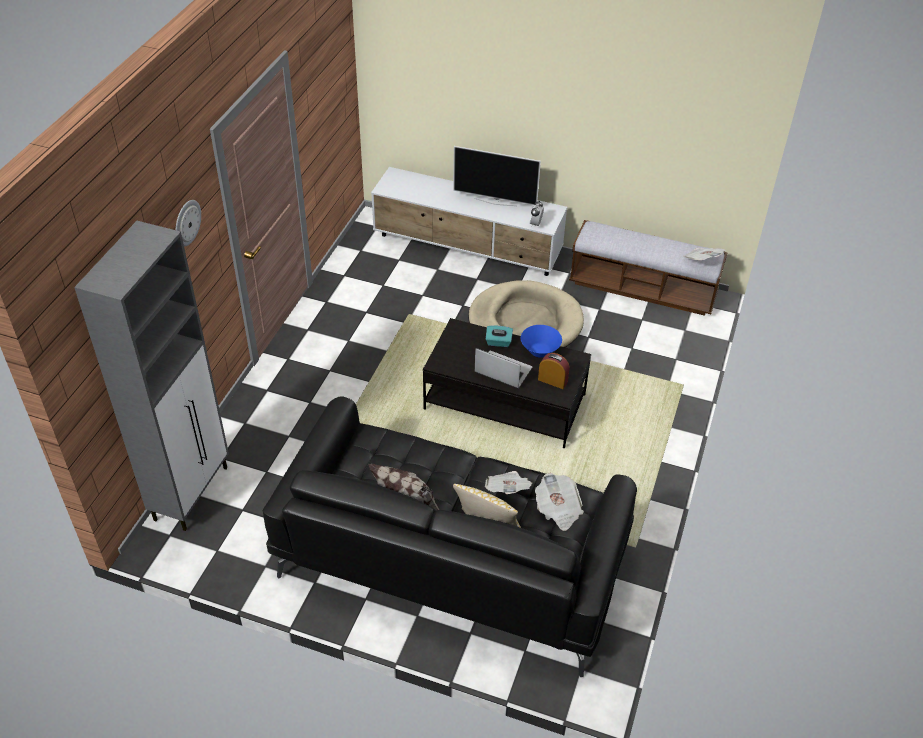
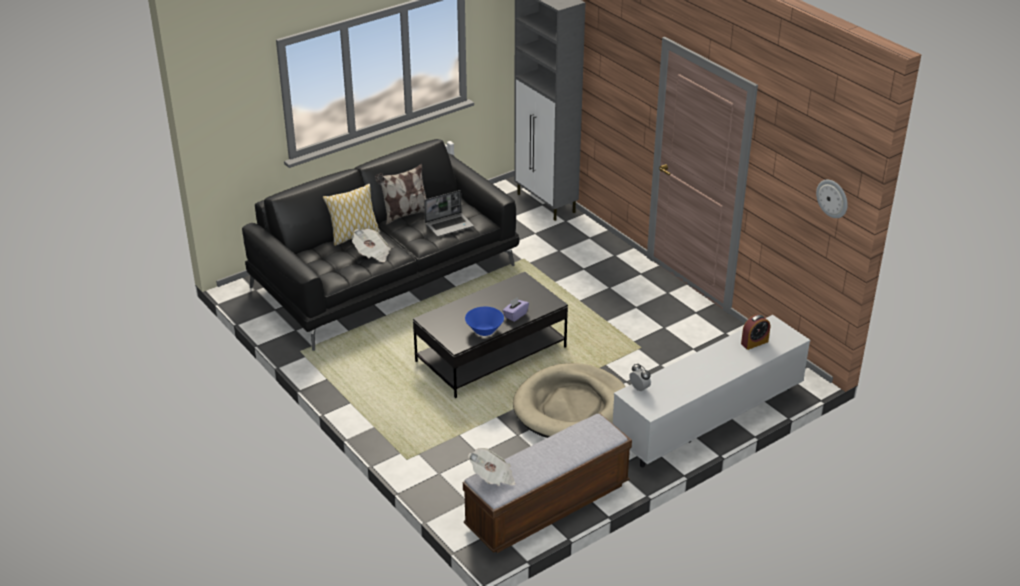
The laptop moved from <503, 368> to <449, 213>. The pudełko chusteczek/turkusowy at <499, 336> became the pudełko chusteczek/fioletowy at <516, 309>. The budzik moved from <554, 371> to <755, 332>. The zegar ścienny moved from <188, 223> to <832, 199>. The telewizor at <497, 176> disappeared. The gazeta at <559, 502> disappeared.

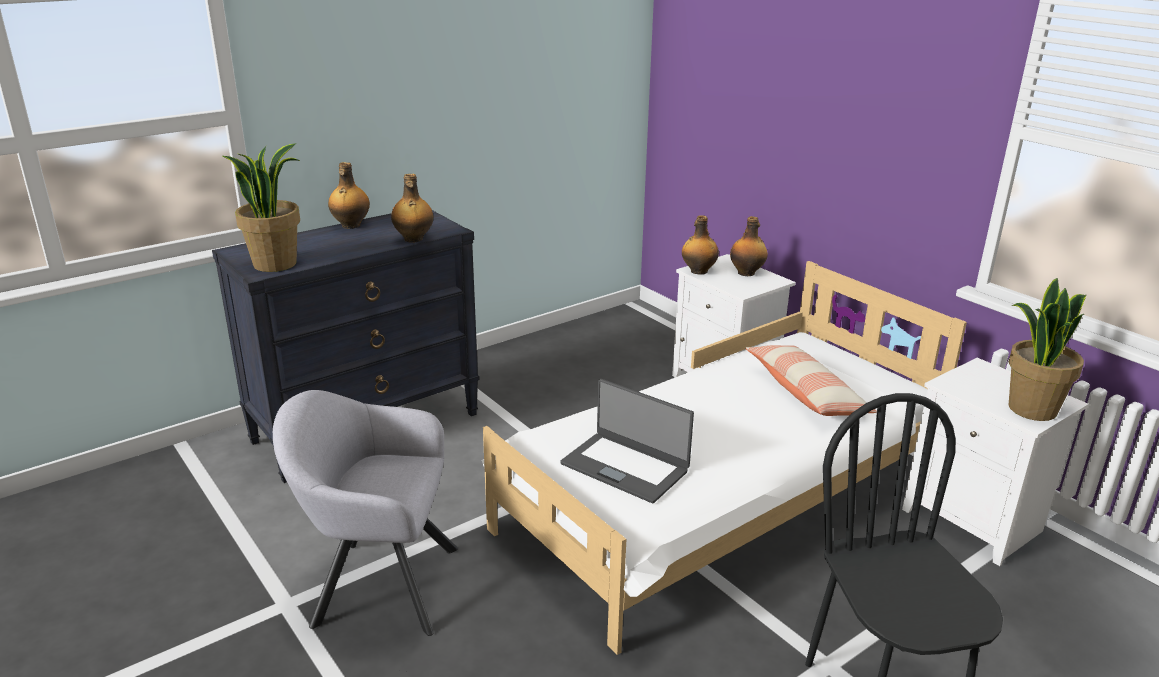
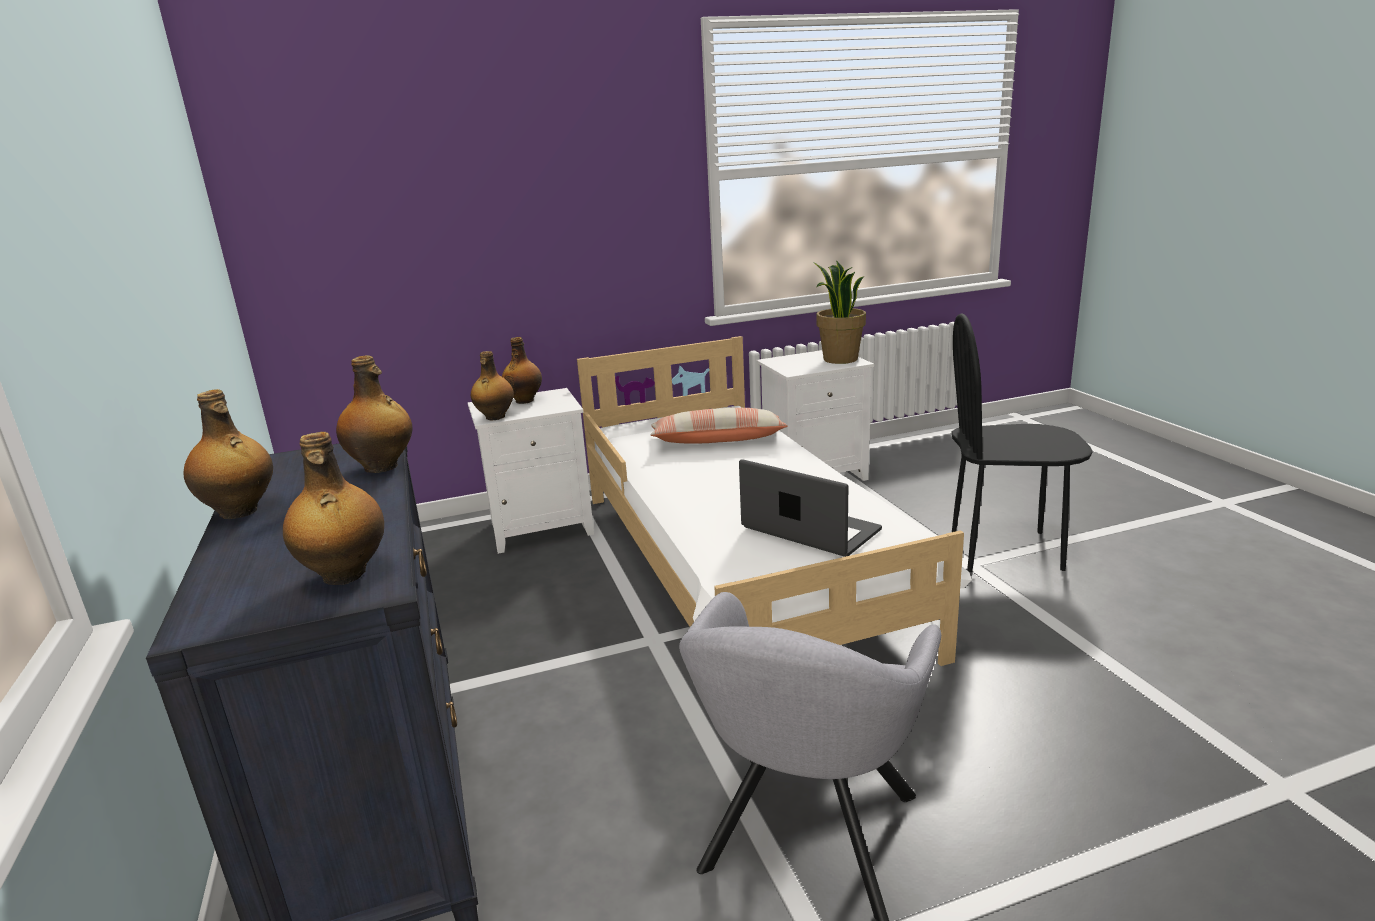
The roślina doniczkowa at <261, 207> was replaced by the butelka at <333, 508>. The laptop at <627, 441> turned 105 degrees counterclockwise.

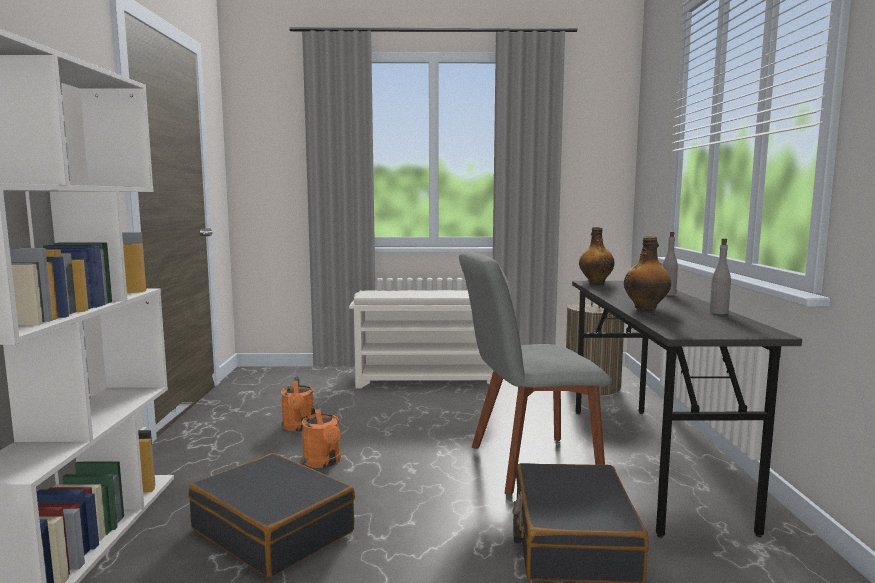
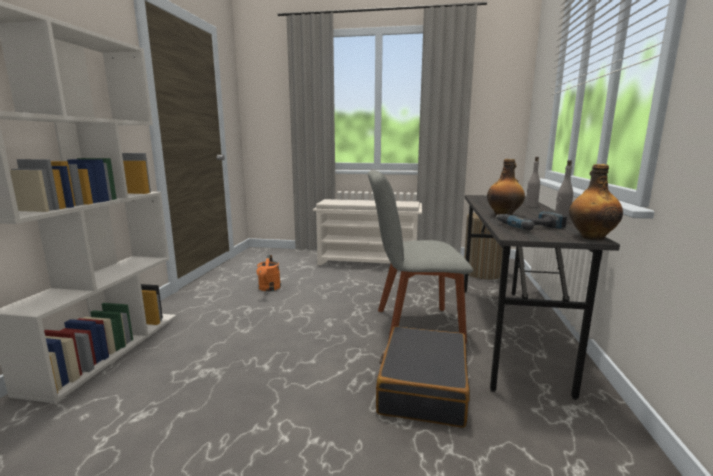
The wiertarka at <531, 220> appeared. The butelka moved from <597, 255> to <596, 202>. The walizka/czarny at <271, 515> disappeared. The konewka/pomarańczowy at <321, 435> disappeared.

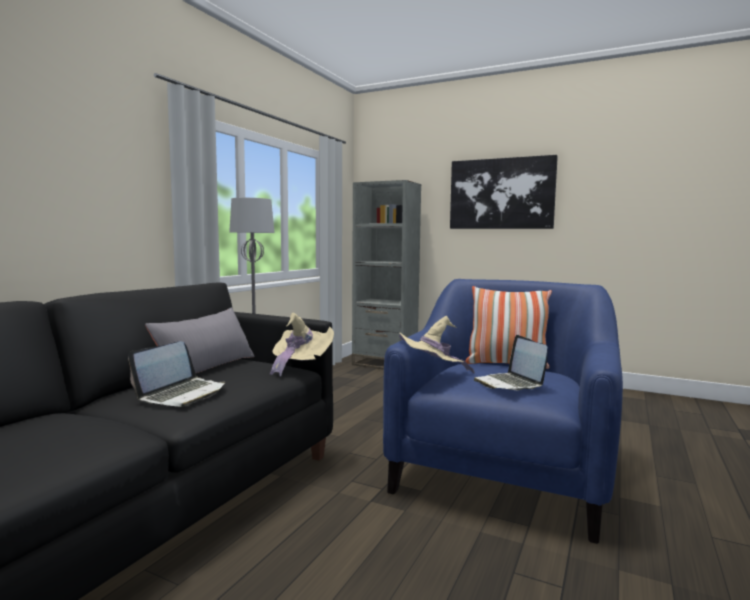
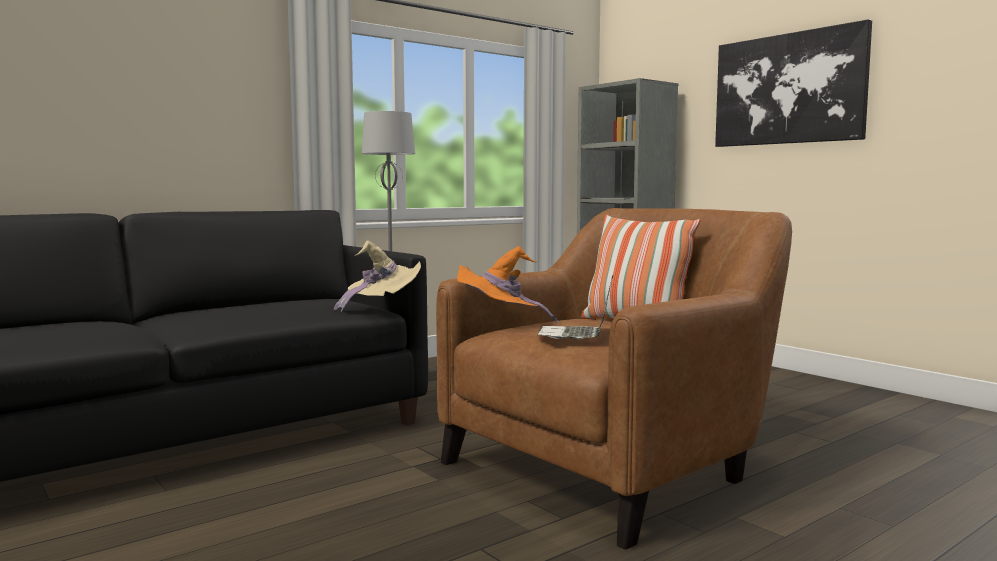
The fotel/niebieski at <503, 411> became the fotel/brązowy at <614, 378>. The kapelusz/beżowy at <437, 345> became the kapelusz/pomarańczowy at <508, 285>. The laptop at <176, 374> disappeared. The poduszka/szary at <200, 340> disappeared.

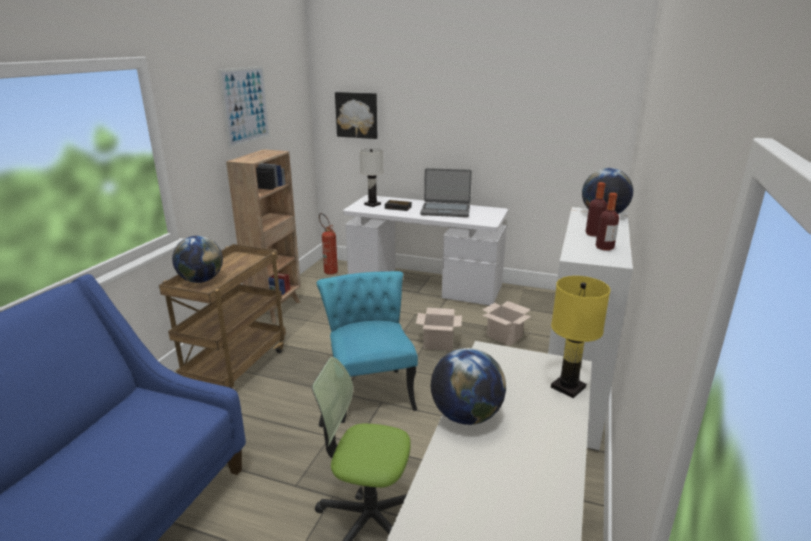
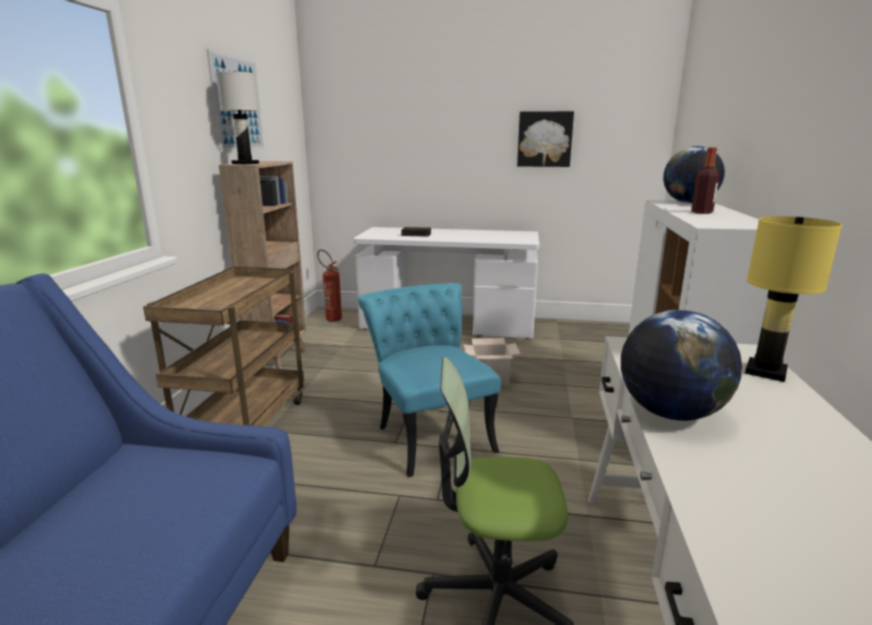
The lampa stołowa/biały moved from <371, 177> to <237, 117>. The obraz moved from <356, 115> to <545, 139>. The globus at <197, 259> disappeared. The laptop at <446, 192> disappeared. The karton at <506, 323> disappeared. The butelka at <607, 222> disappeared.

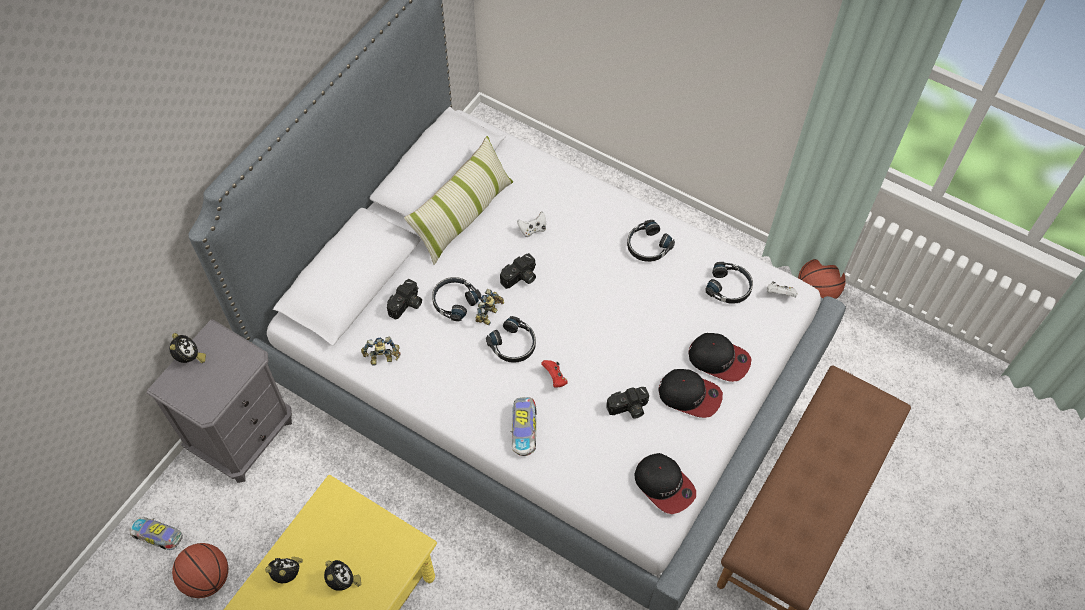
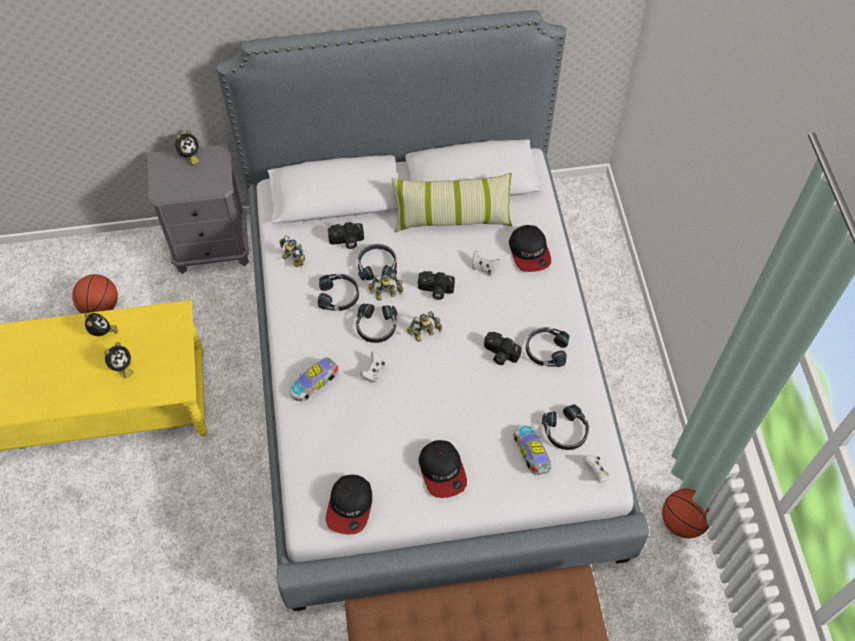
The słuchawki/czarny at <338, 292> appeared. The pad do gier/czerwony at <554, 373> became the pad do gier/biały at <372, 366>. The robot zabawkowy at <424, 326> appeared. The aparat fotograficzny moved from <627, 403> to <503, 348>. The czapka z daszkiem moved from <720, 357> to <530, 248>. The samochodzik moved from <156, 533> to <532, 450>.

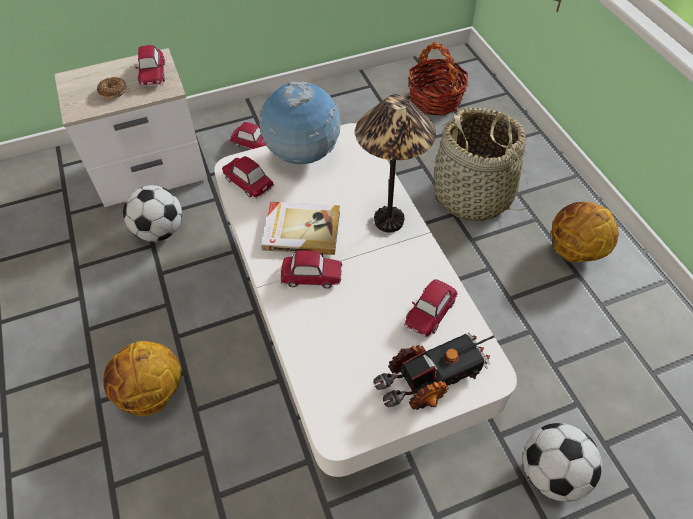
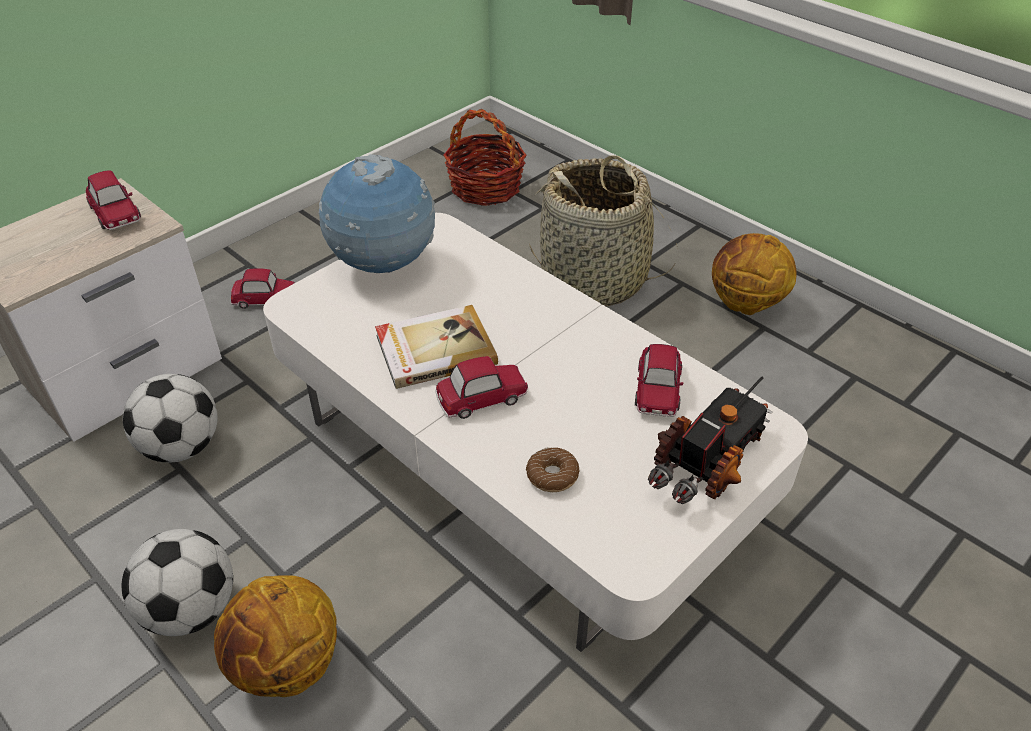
The piłka futbolowa moved from <562, 462> to <177, 582>. The donut moved from <112, 88> to <553, 469>. The samochodzik at <248, 177> disappeared. The lampa stołowa at <395, 163> disappeared.

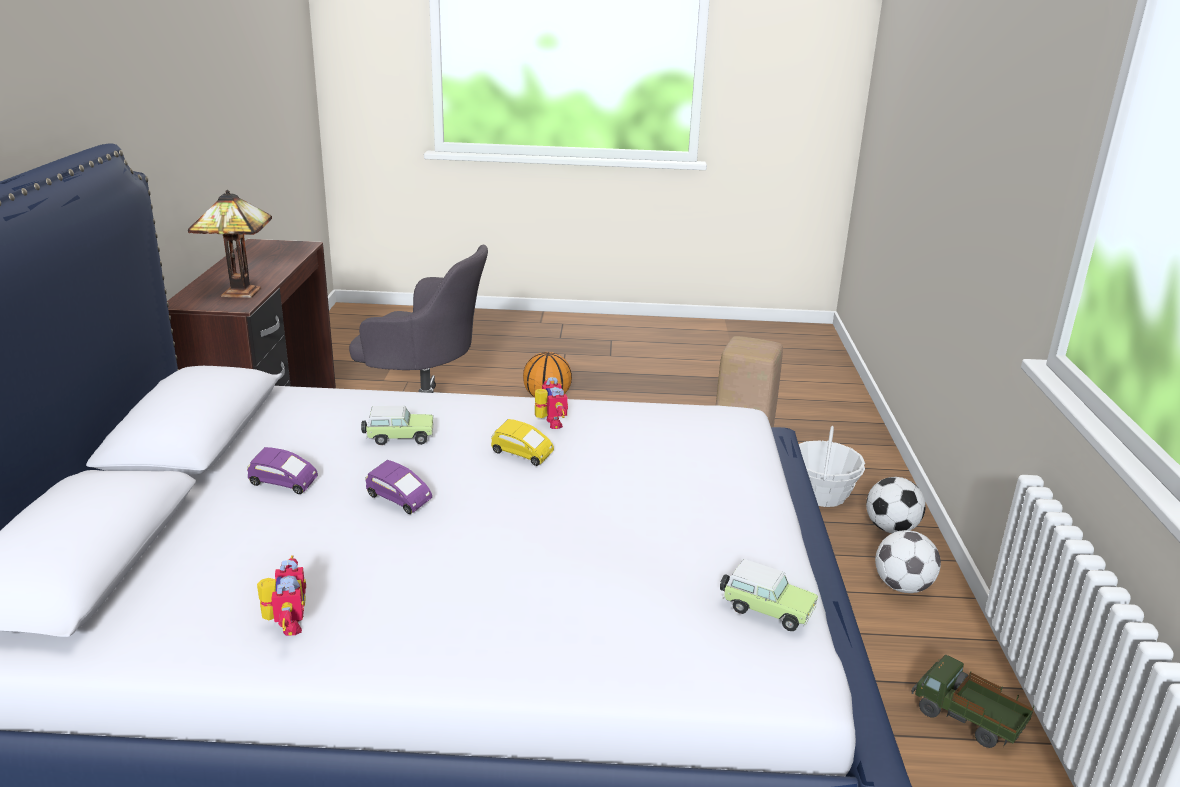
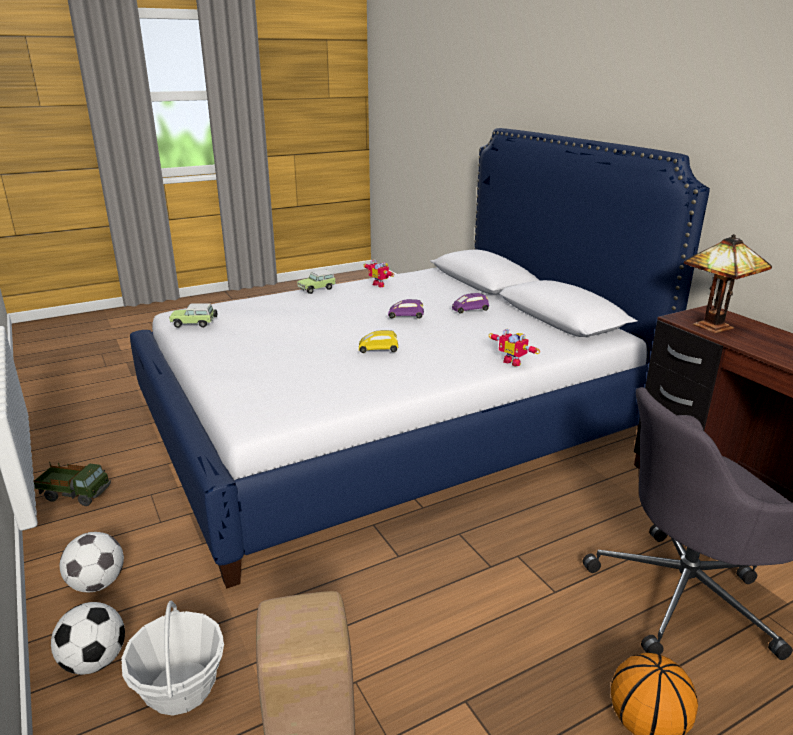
The samochodzik moved from <397, 425> to <316, 282>. The robot zabawkowy moved from <551, 403> to <514, 347>.

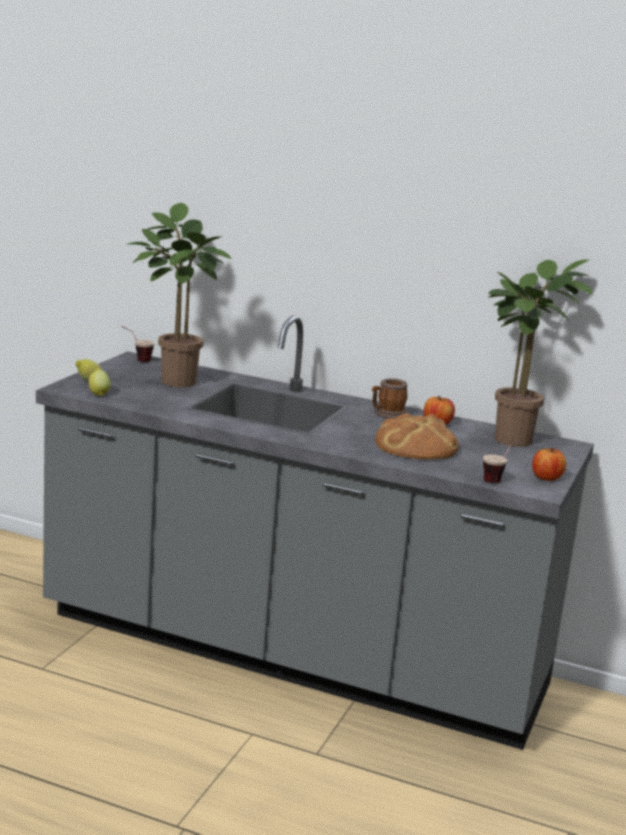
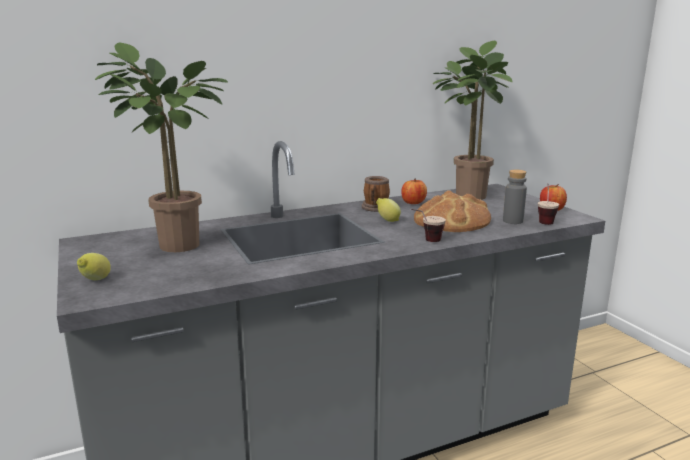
The cytryna moved from <99, 382> to <388, 210>. The filiżanka moved from <137, 344> to <428, 225>. The butelka/szary at <515, 197> appeared.

